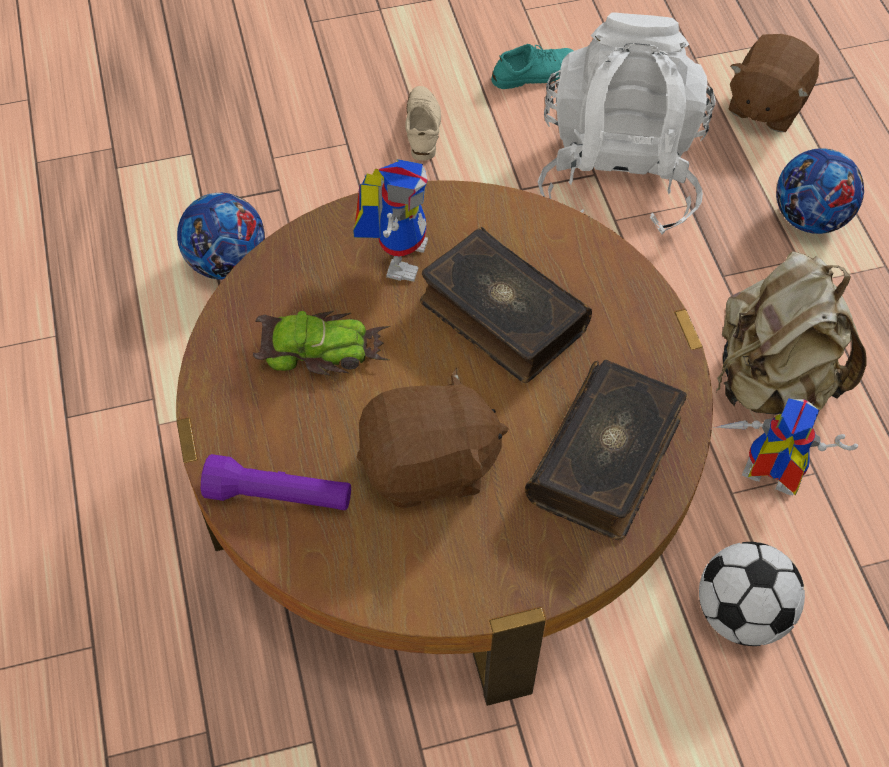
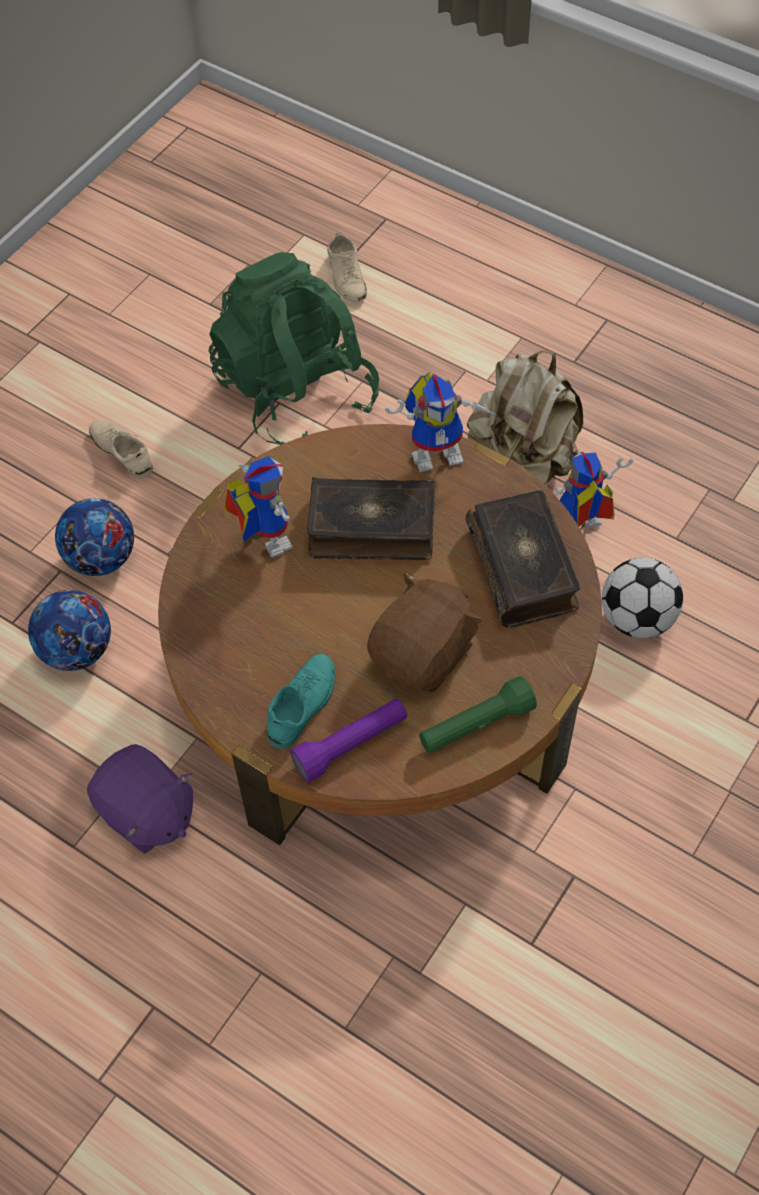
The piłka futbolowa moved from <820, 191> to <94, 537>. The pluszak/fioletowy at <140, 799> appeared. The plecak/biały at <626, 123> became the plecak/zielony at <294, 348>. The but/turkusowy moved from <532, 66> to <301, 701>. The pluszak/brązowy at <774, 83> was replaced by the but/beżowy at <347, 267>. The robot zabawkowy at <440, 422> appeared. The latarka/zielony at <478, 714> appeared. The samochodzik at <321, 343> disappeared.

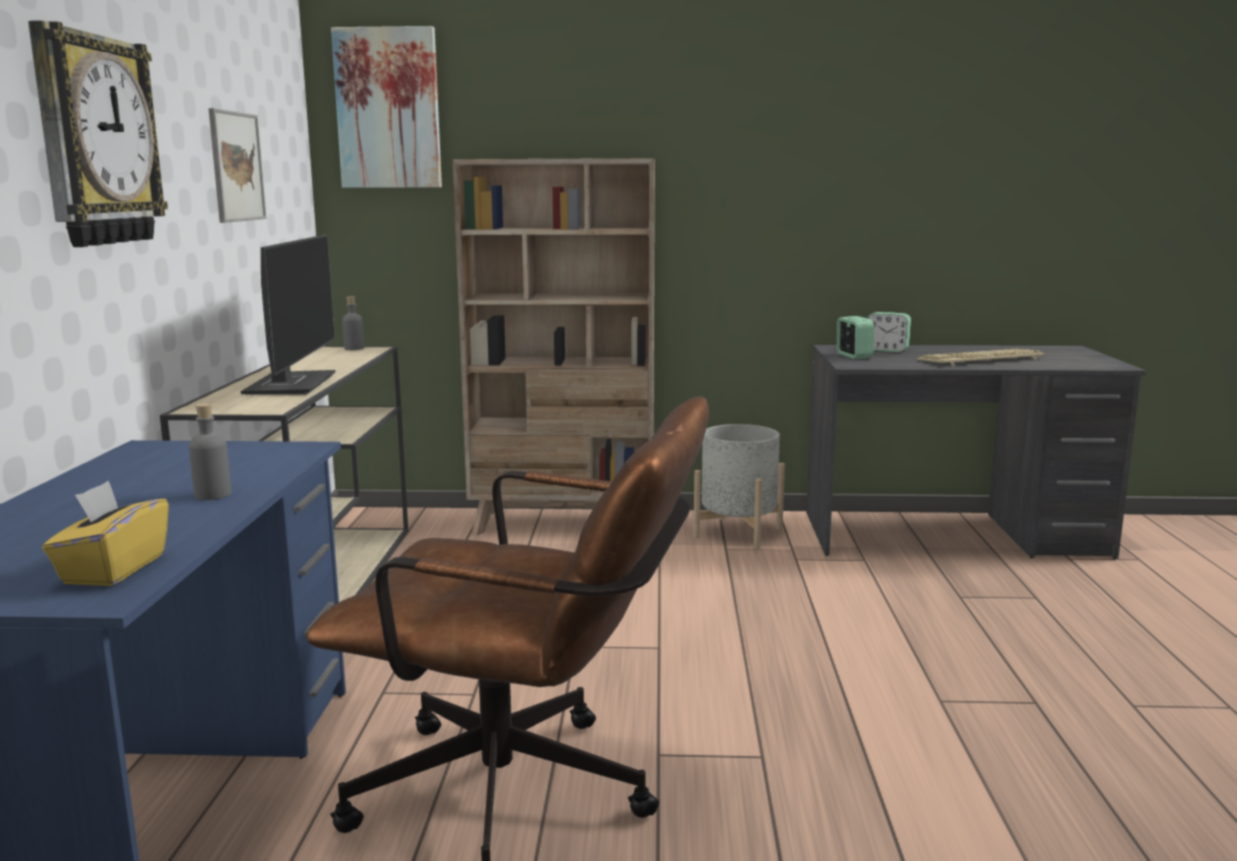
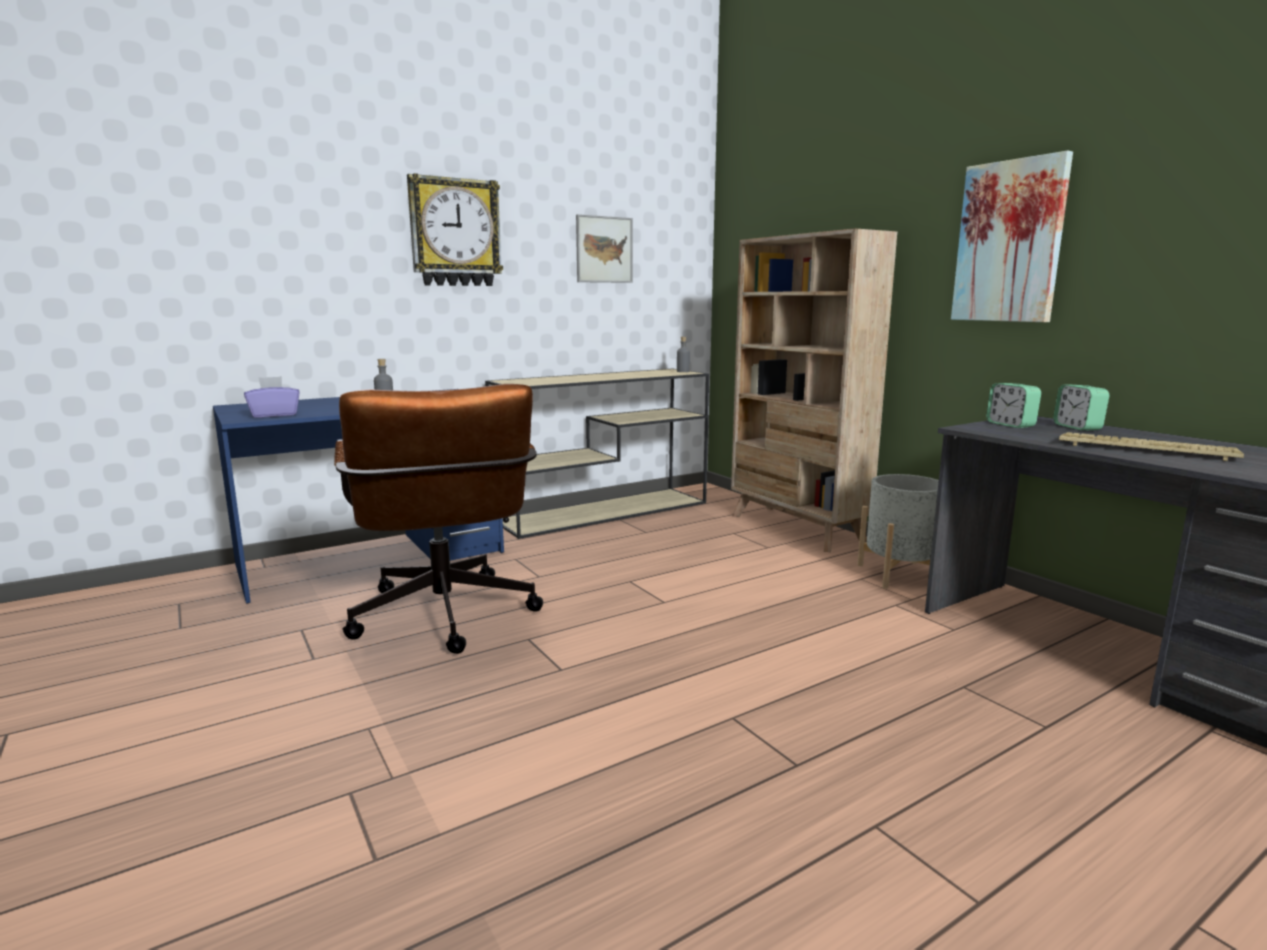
The pudełko chusteczek/żółty at <105, 533> became the pudełko chusteczek/fioletowy at <272, 397>. The obraz moved from <386, 107> to <1012, 236>. The budzik at <855, 337> turned 120 degrees clockwise. The monitor at <287, 315> disappeared.

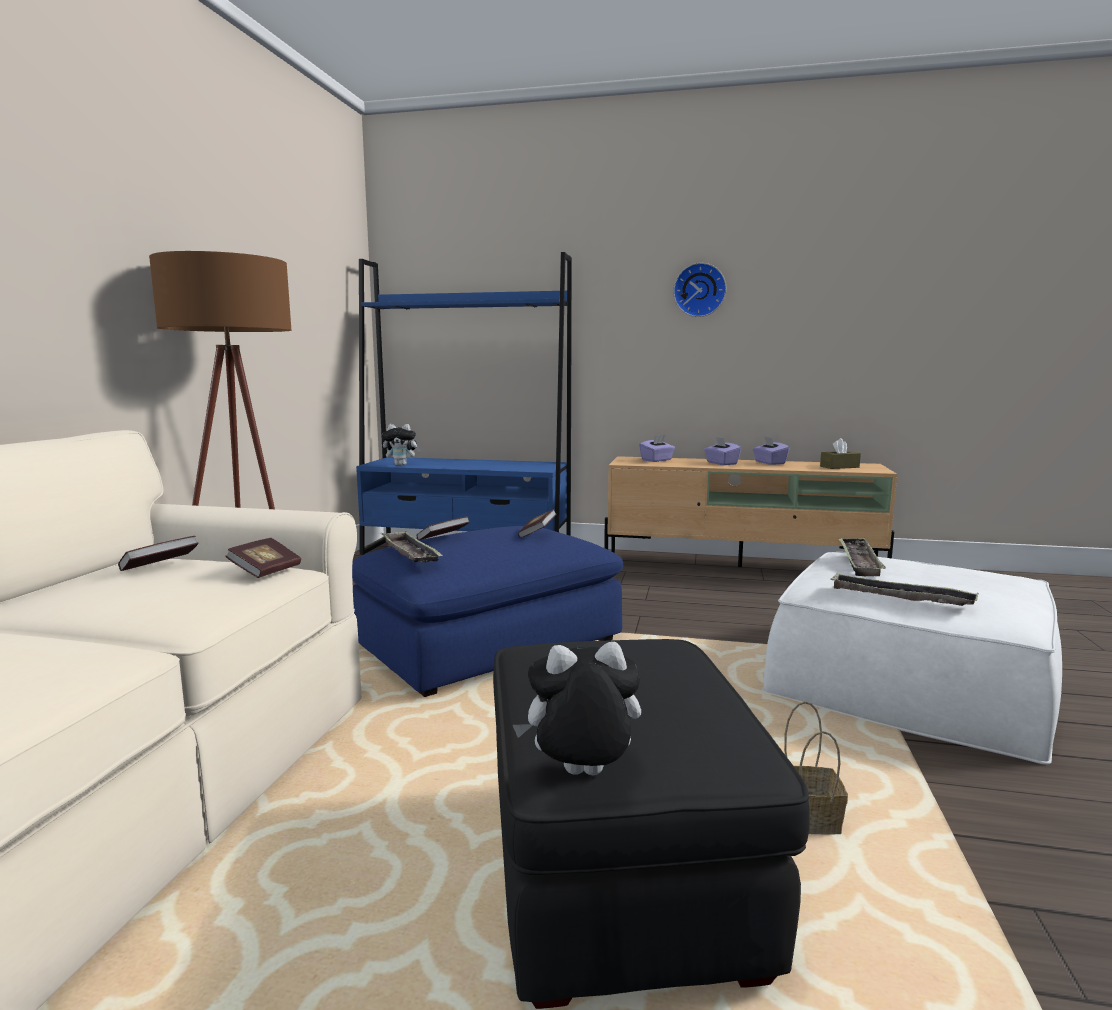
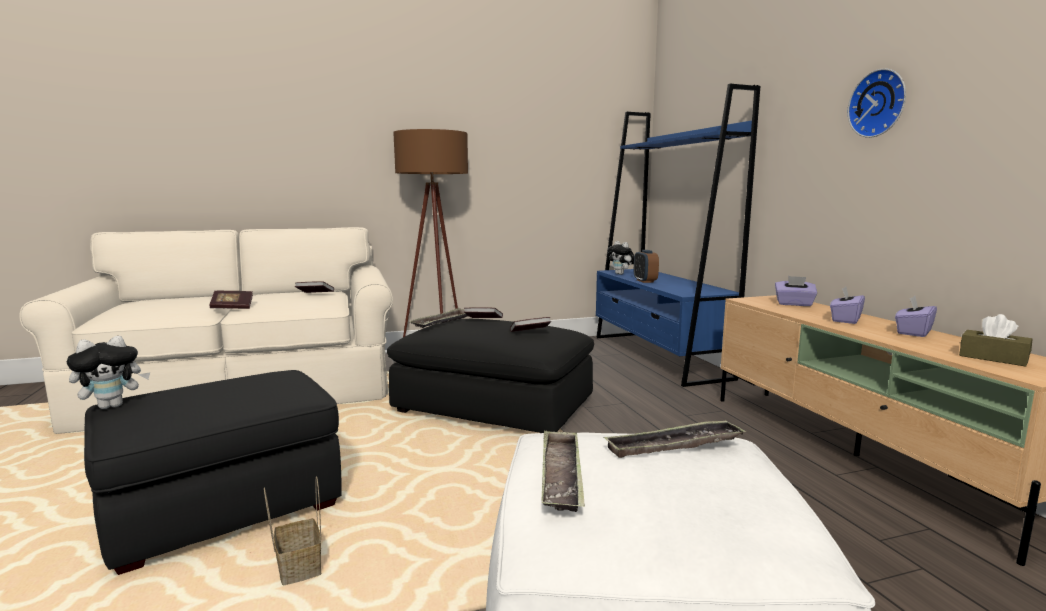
The pluszak at <577, 708> turned 90 degrees clockwise. The książka moved from <263, 558> to <231, 300>. The pufa/niebieski at <487, 611> became the pufa/czarny at <490, 376>. The budzik at <646, 266> appeared.

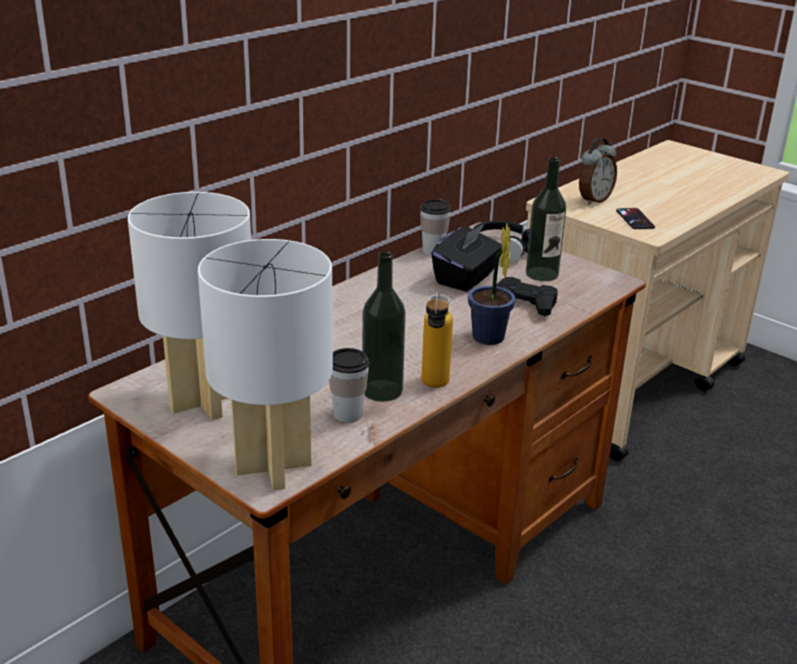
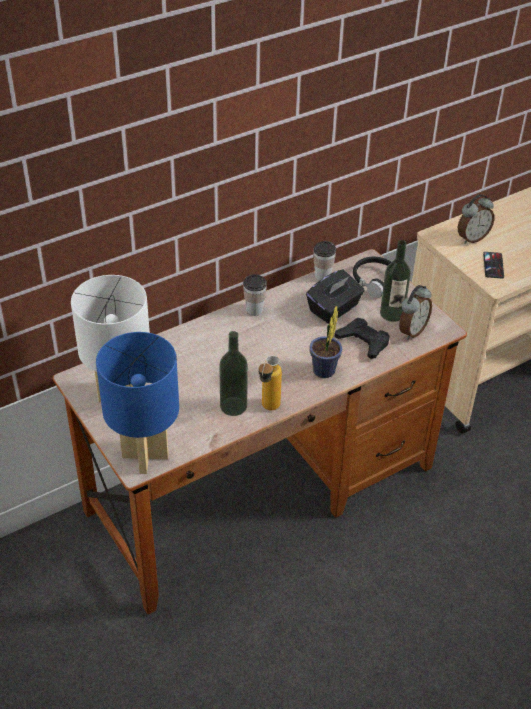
The lampa stołowa/biały at <265, 365> became the lampa stołowa/niebieski at <137, 403>. The filiżanka moved from <349, 385> to <255, 295>. The budzik at <415, 312> appeared.

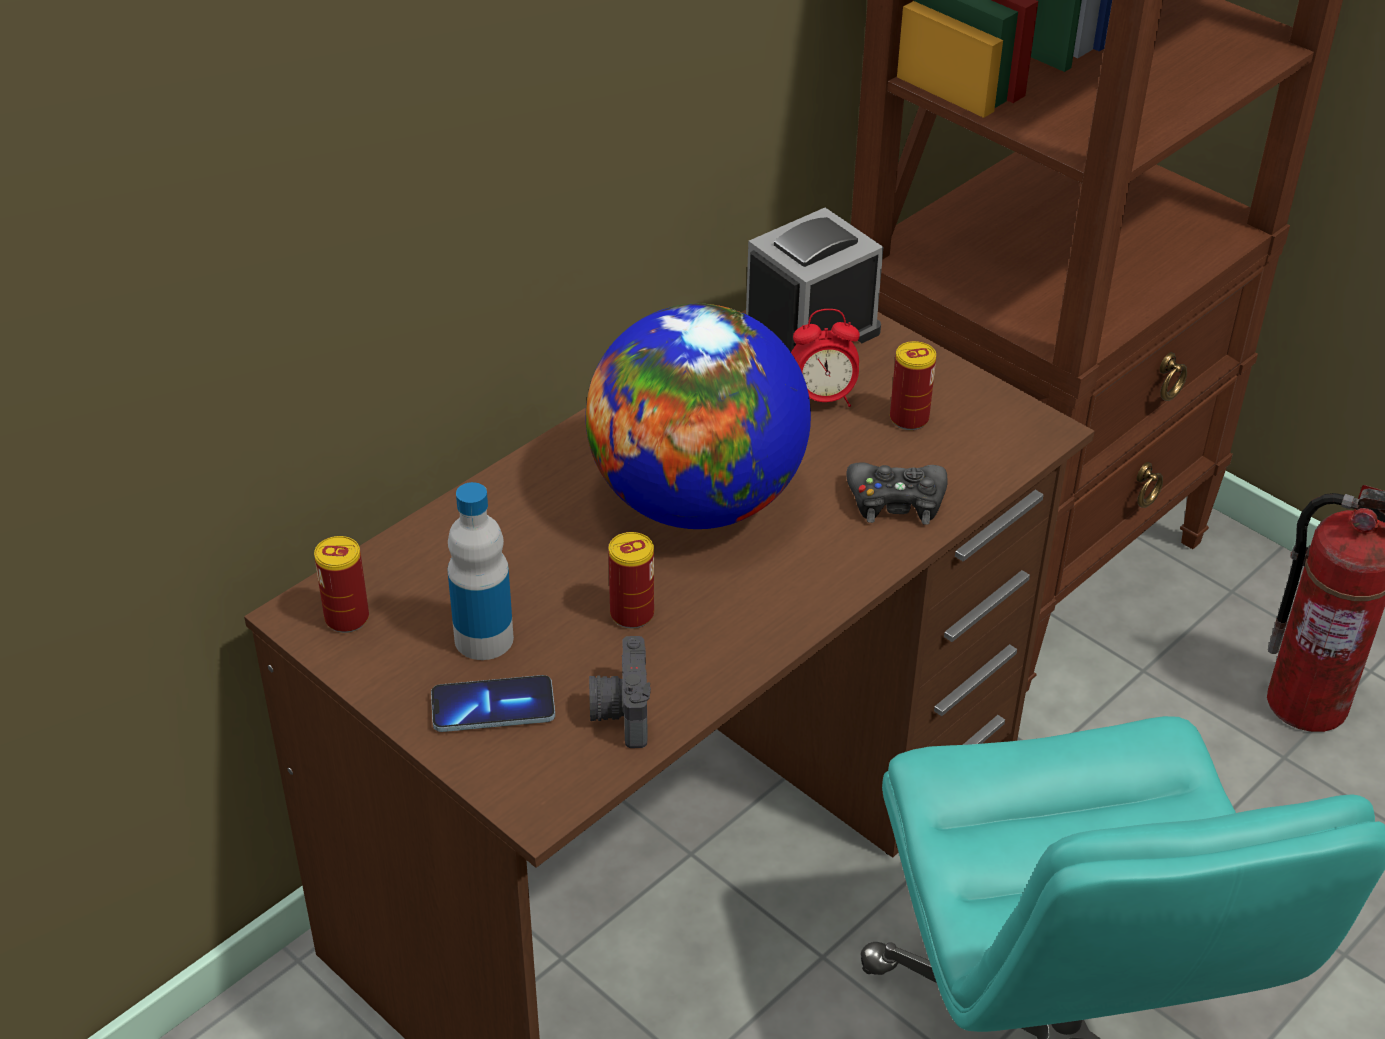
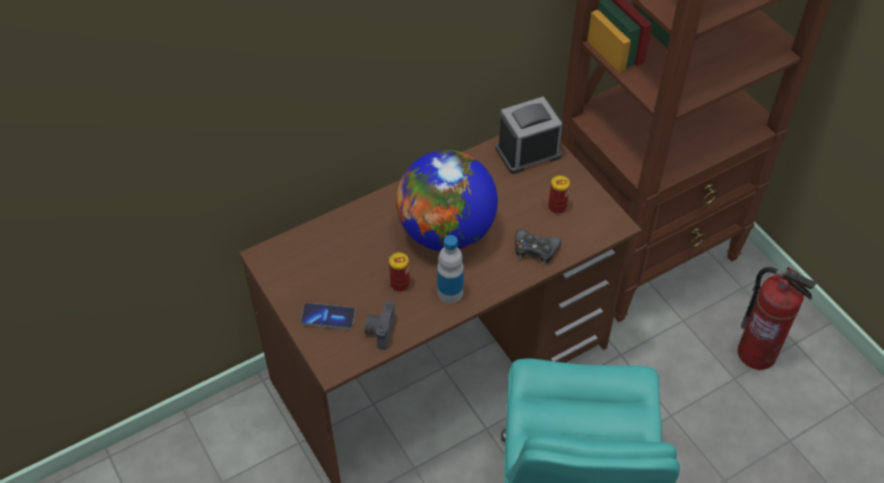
The butelka moved from <480, 571> to <450, 269>. The puszka at <341, 584> disappeared. The budzik at <825, 358> disappeared.

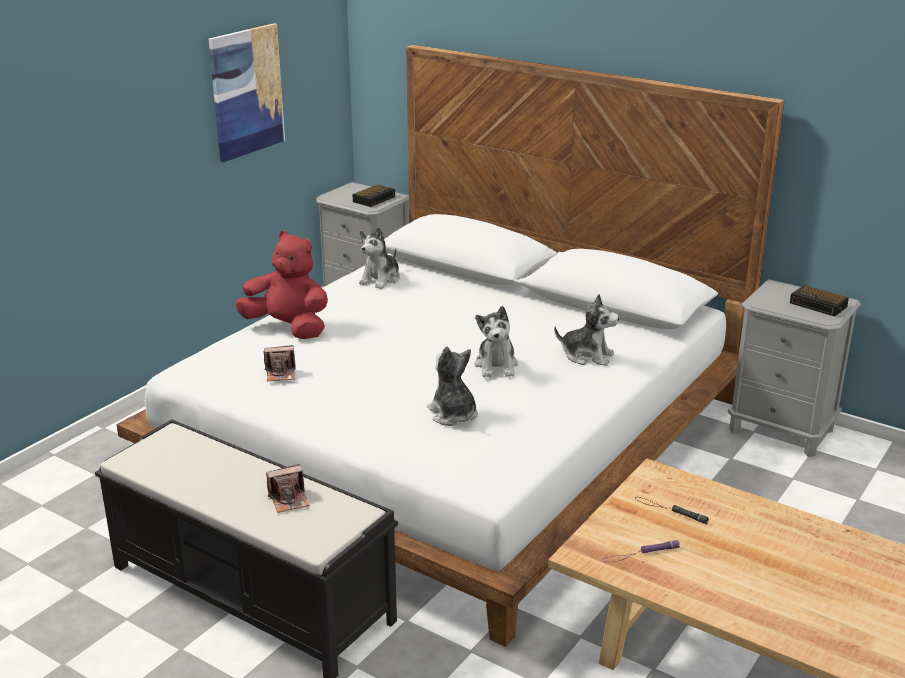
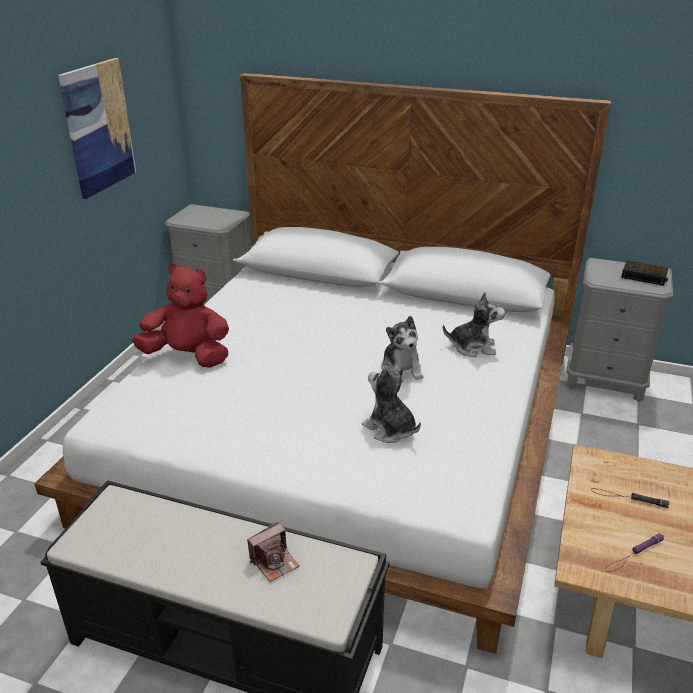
The aparat fotograficzny at <279, 363> disappeared. The budzik at <373, 195> disappeared. The pluszak at <379, 258> disappeared.

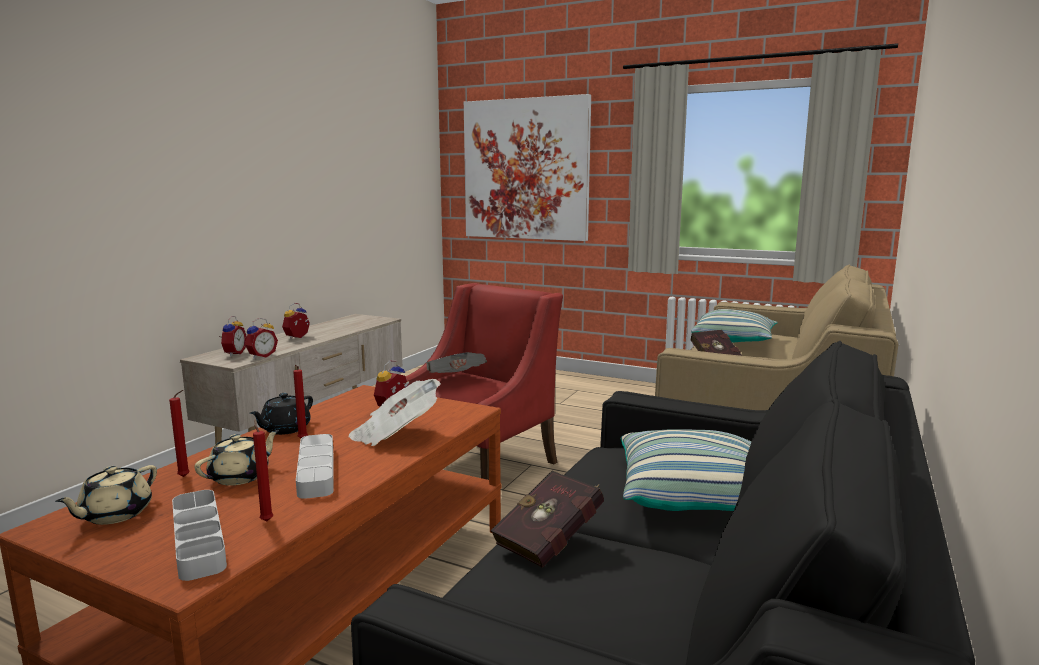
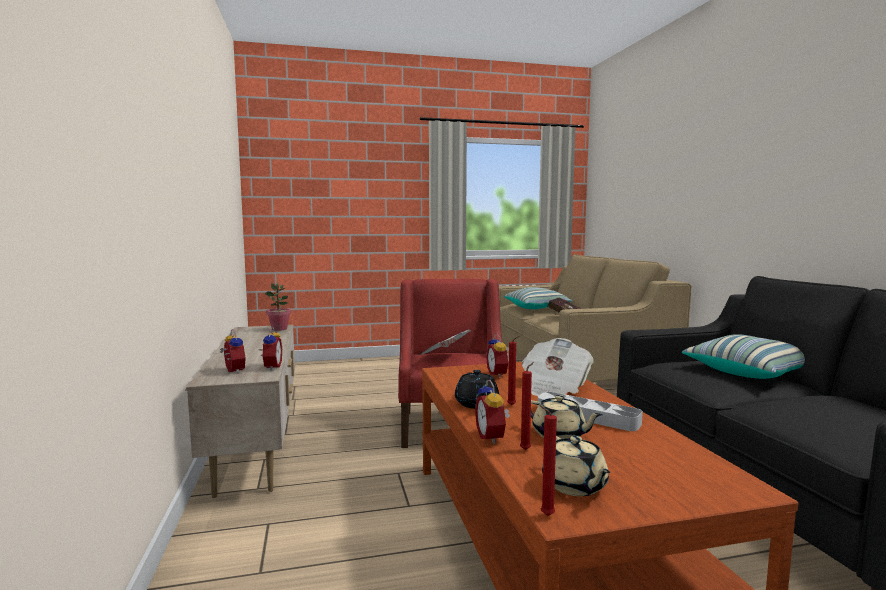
The roślina doniczkowa at <278, 307> appeared. The budzik moved from <296, 321> to <492, 412>. The imbryk/beżowy at <237, 458> turned 135 degrees clockwise. The świeca/czerwony moved from <263, 470> to <547, 460>. The taca/szary at <199, 535> disappeared. The obraz at <527, 167> disappeared. The książka/czerwony at <547, 519> disappeared.

